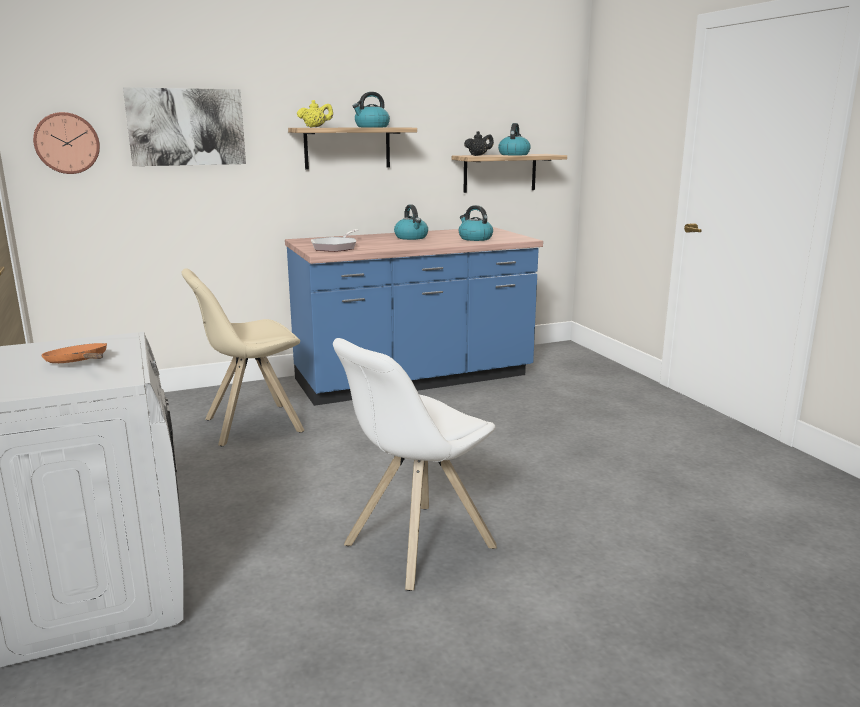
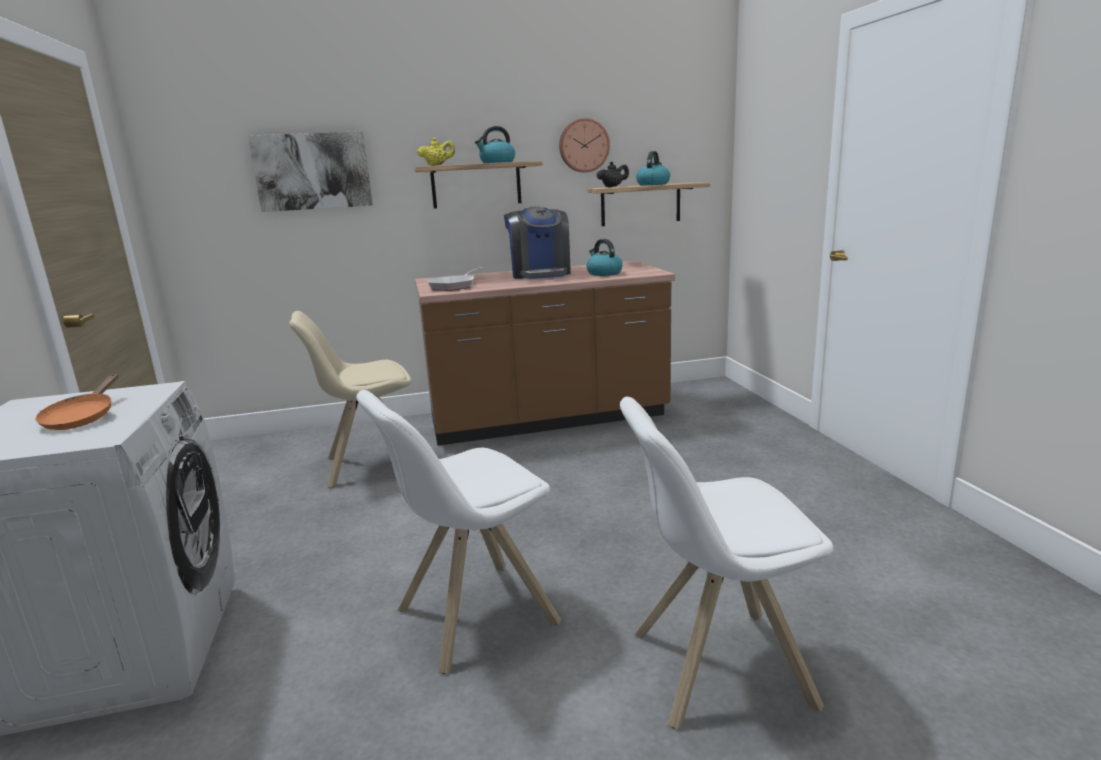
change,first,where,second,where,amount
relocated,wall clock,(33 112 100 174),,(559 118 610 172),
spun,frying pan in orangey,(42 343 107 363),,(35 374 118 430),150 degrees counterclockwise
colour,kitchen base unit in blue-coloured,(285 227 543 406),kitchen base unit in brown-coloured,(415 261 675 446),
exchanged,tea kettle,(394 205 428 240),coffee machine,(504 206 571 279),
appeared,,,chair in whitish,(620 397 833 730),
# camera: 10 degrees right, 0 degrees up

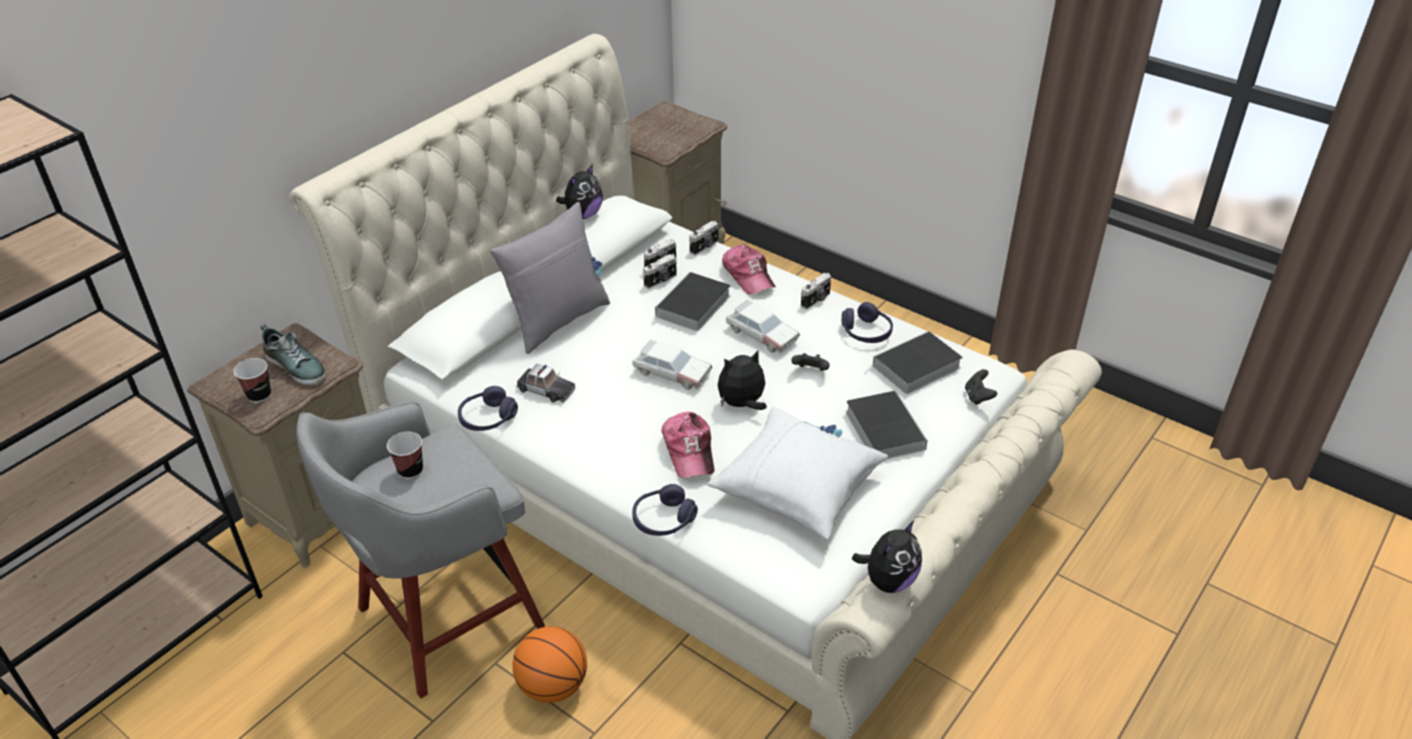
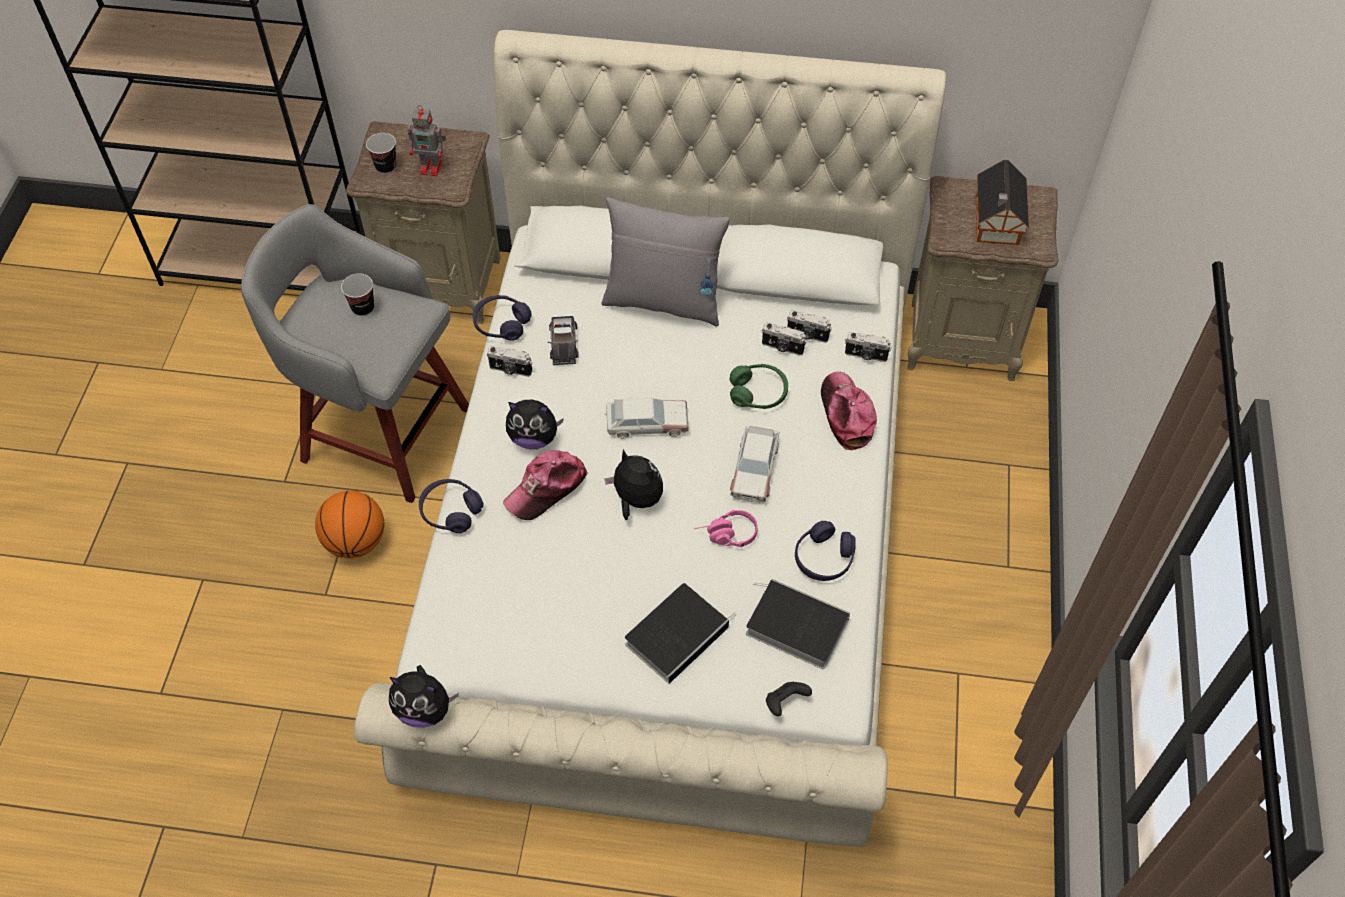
change,first,where,second,where,amount
exchanged,low shoe,(260 324 326 386),model robot,(407 105 446 176),
relocated,cuddly toy,(556 164 603 219),,(506 400 564 449),
spun,miniature car,(633 340 712 390),,(605 398 689 439),90 degrees counterclockwise
exchanged,bound book,(651 272 731 331),headset in green-coloured,(729 364 788 409),
missing,throw pillow in gray,(708 406 888 541),,,
spun,cap,(722 244 775 295),,(821 371 877 450),135 degrees clockwise
exchanged,gamepad in black-coloured,(791 353 830 371),headset in pink,(694 510 758 547),
relocated,still camera,(801 273 831 309),,(487 346 532 377),
appeared,,,toy house,(976 160 1029 245),
# camera: 60 degrees right, 15 degrees up

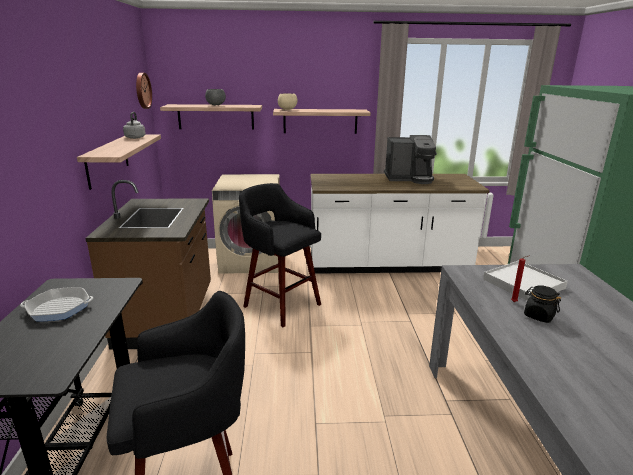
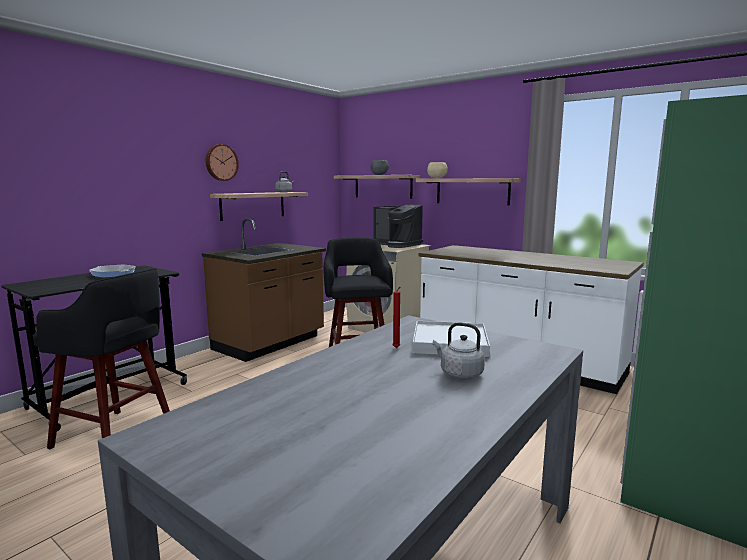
change,first,where,second,where,amount
relocated,wall clock,(136 73 152 109),,(206 144 239 181),
relocated,coffee machine,(384 135 437 184),,(374 204 423 248),
missing,jar in black-coloured,(524 285 561 323),,,
appeared,,,tea kettle in gray,(433 322 485 379),
# camera: 40 degrees right, 10 degrees down

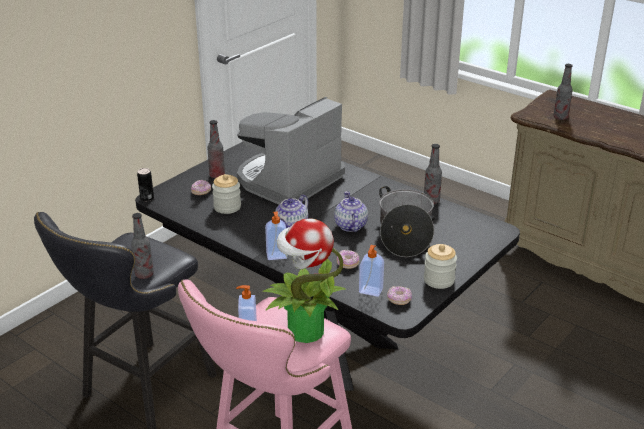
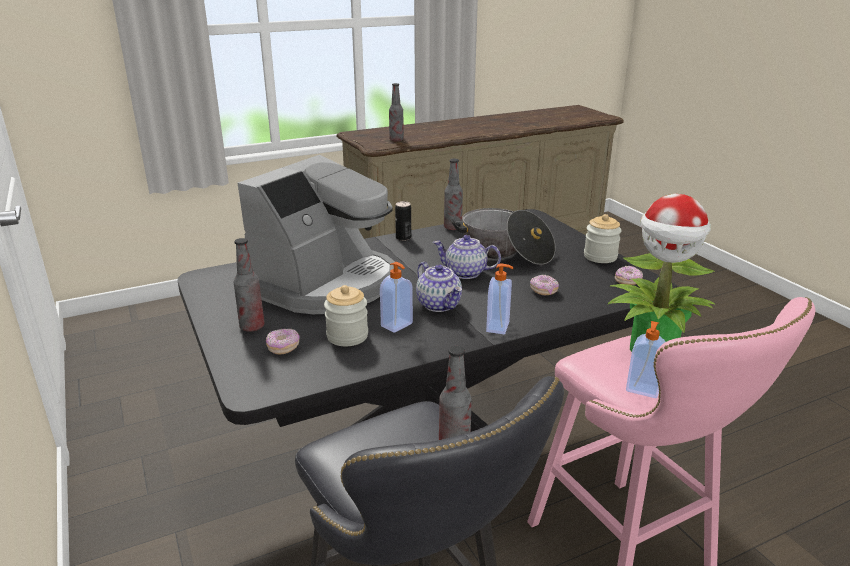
change,first,where,second,where,amount
relocated,metal can,(137 168 154 201),,(395 201 411 241),
spun,coffee machine,(237 97 345 205),,(238 155 395 314),120 degrees counterclockwise
relocated,liquid soap bottle,(359 245 384 297),,(380 262 413 333),
# camera: 65 degrees left, 5 degrees down

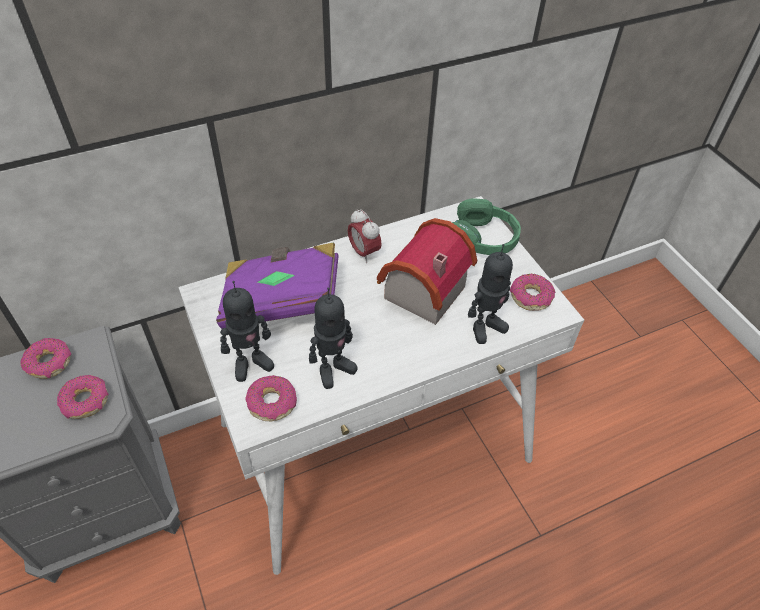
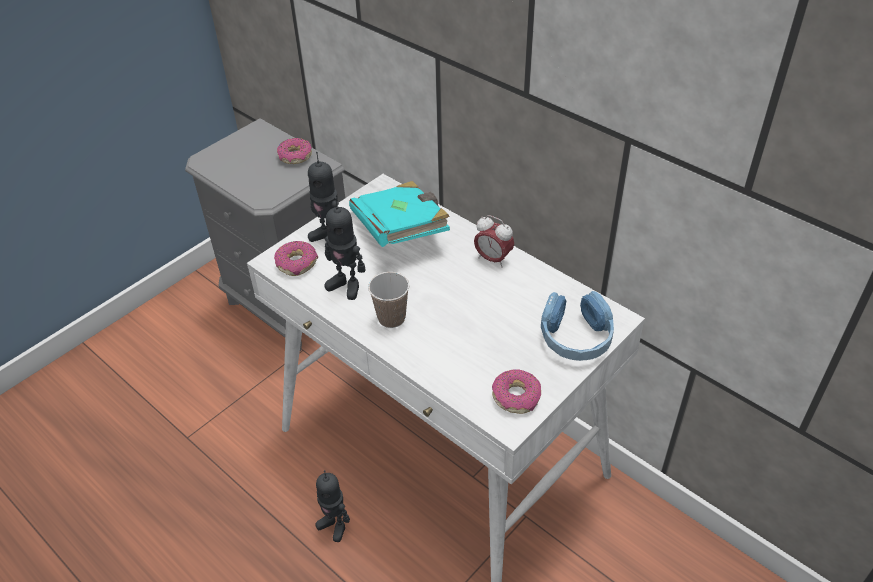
change,first,where,second,where,amount
missing,ring doughnut,(57 375 109 419),,,
colour,bound book in purple-coloured,(216 243 339 329),bound book in turquoise,(349 181 450 247),
spun,alarm clock,(348 209 382 263),,(474 215 514 268),90 degrees counterclockwise
missing,toy house,(377 218 477 325),,,
colour,headset in green-coloured,(452 198 521 255),headset in blue-coloured,(541 291 614 361),
relocated,model robot,(468 244 513 344),,(315 470 350 542),
appeared,,,drinking cup,(368 272 410 328),
# camera: 70 degrees right, 5 degrees down

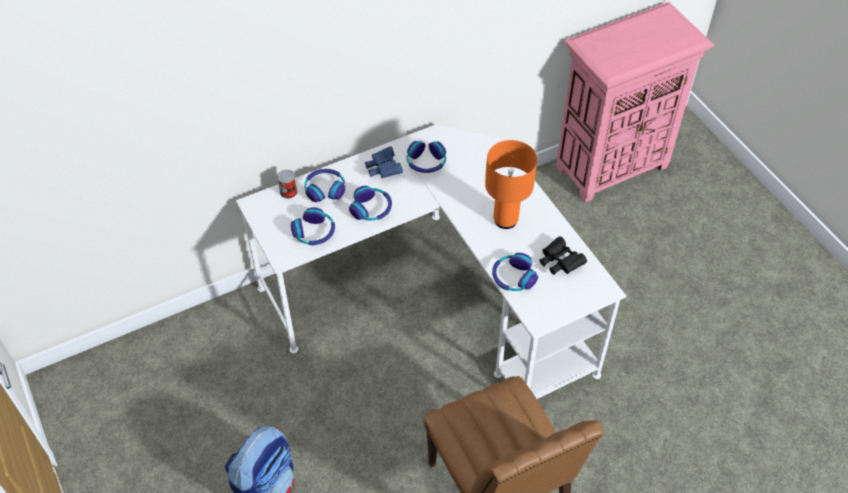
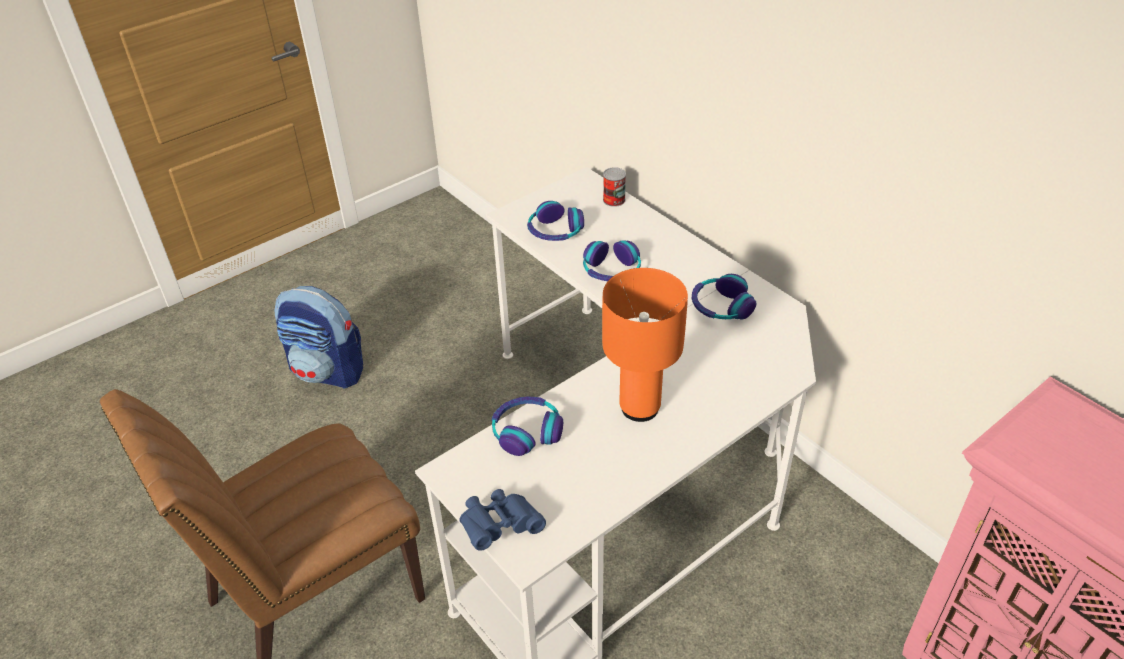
change,first,where,second,where,amount
missing,headset,(304 169 346 202),,,
relocated,pair of binoculars in blue-coloured,(365 146 403 179),,(459 489 546 551),
missing,pair of binoculars in black-coloured,(539 236 587 275),,,
# camera: 80 degrees right, 10 degrees down

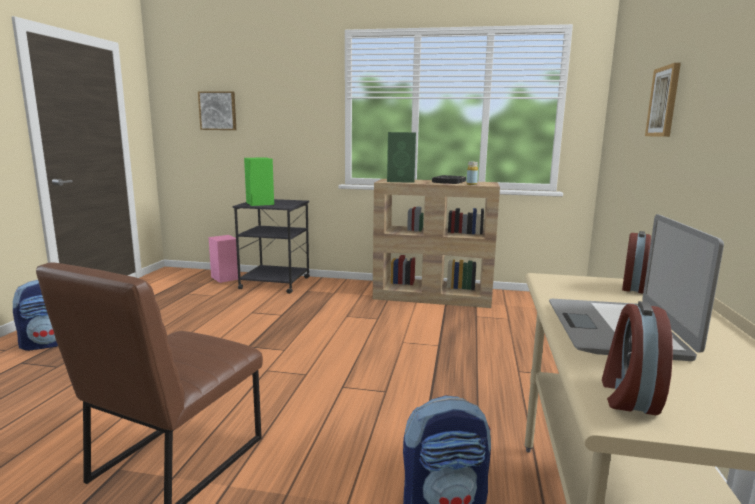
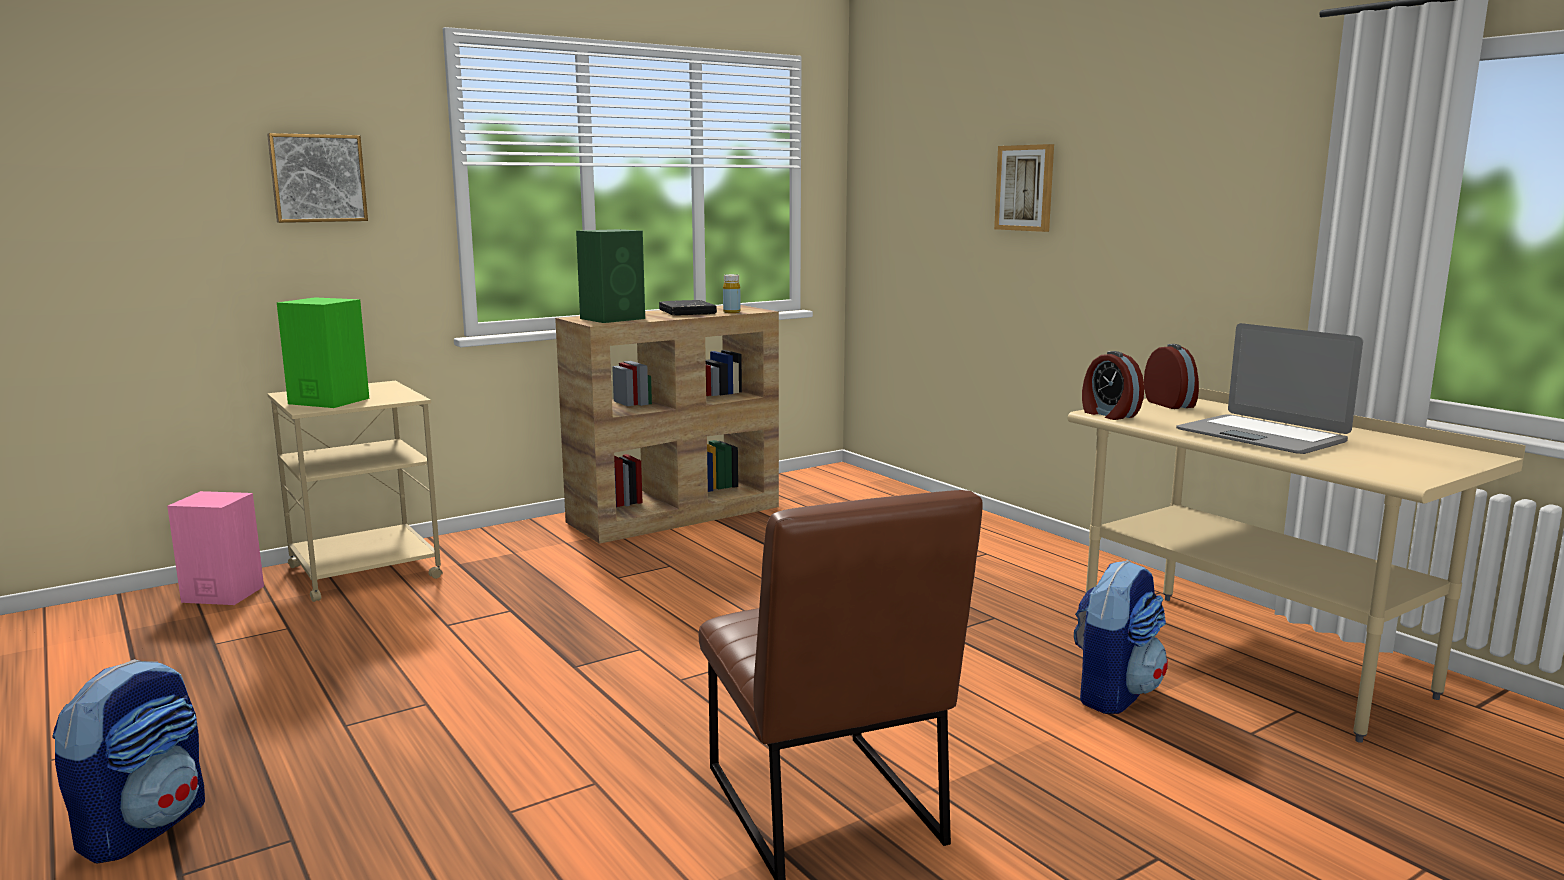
change,first,where,second,where,amount
relocated,wall art,(198 91 236 130),,(267 133 368 223),
colour,wheeled cart in black-coloured,(233 199 310 294),wheeled cart in beige-coloured,(267 381 443 602),
relocated,alarm clock,(602 301 673 415),,(1082 351 1144 420),
# camera: 45 degrees left, 0 degrees up

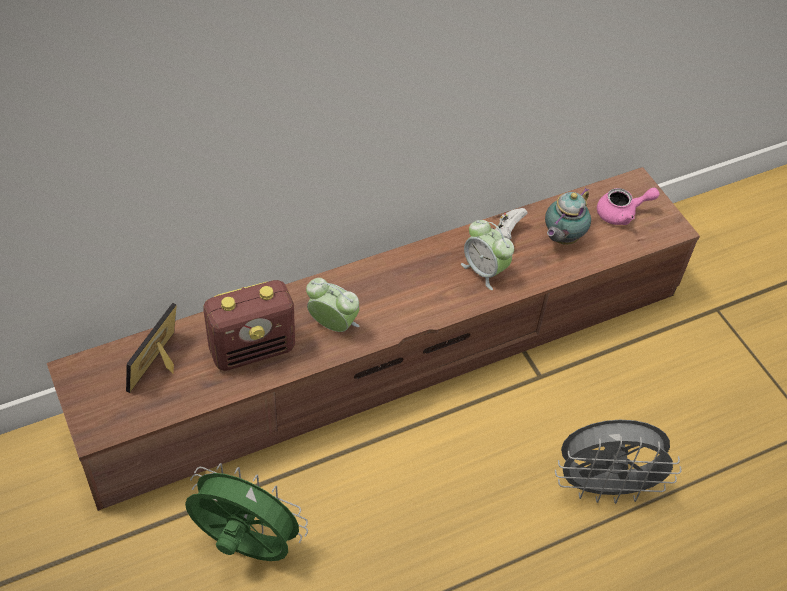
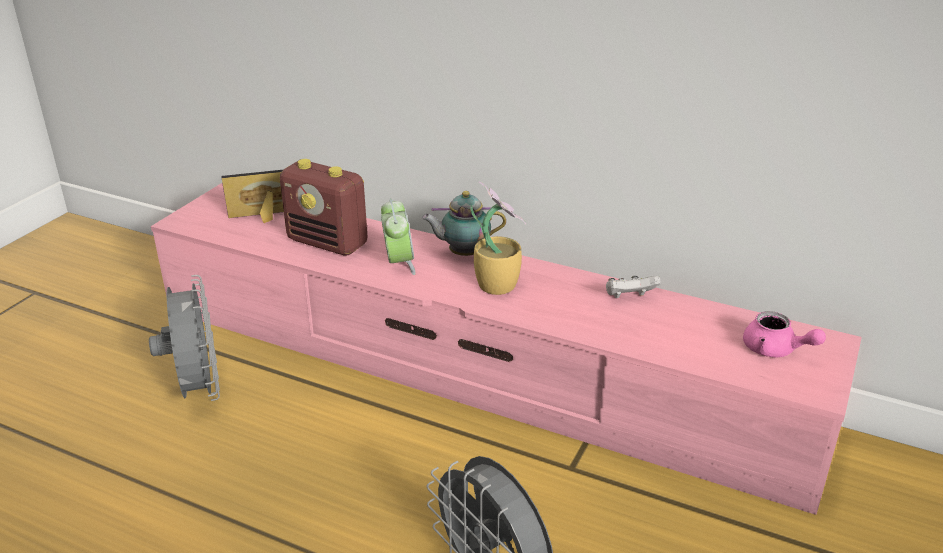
change,first,where,second,where,amount
colour,media console in brown-coloured,(47 167 700 511),media console in pink,(151 183 862 515),
colour,electric fan in green-coloured,(185 463 308 561),electric fan in gray,(149 275 220 401),
missing,alarm clock,(461 220 514 290),,,
relocated,teapot,(545 188 591 245),,(422 191 506 256),
appeared,,,potted plant,(470 182 526 295),
# camera: 55 degrees right, 20 degrees down

